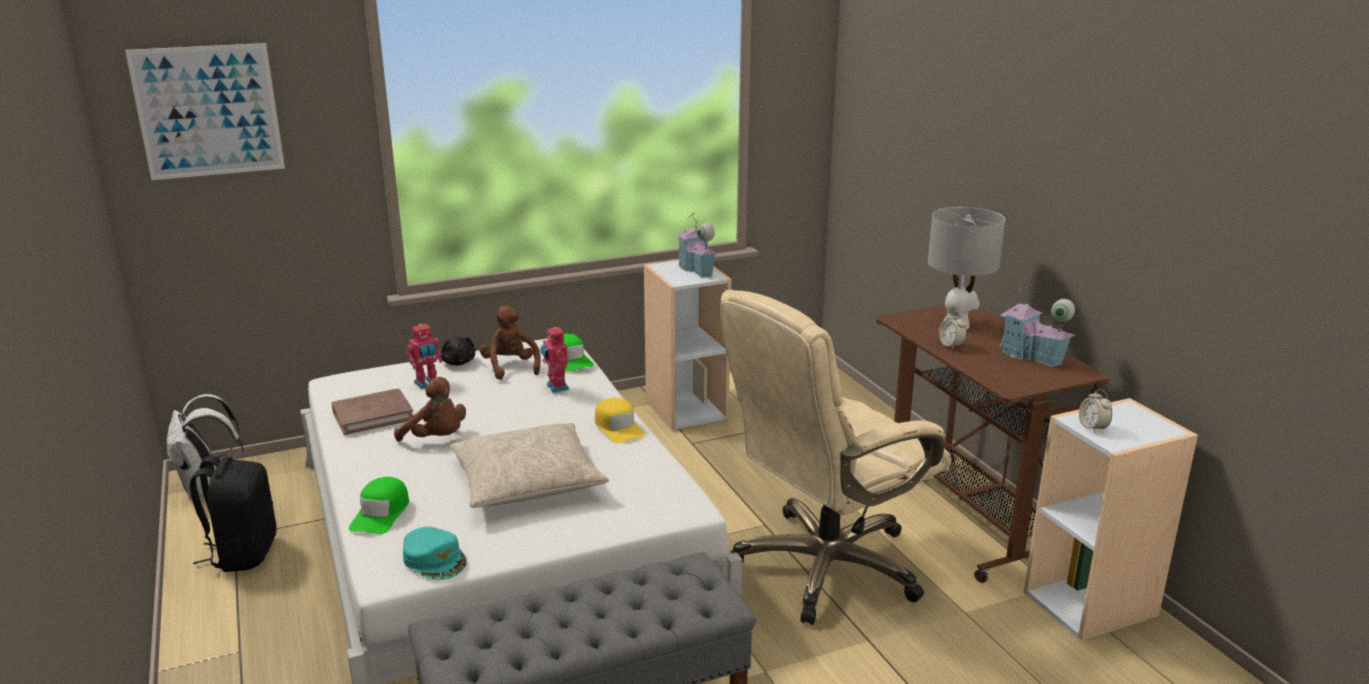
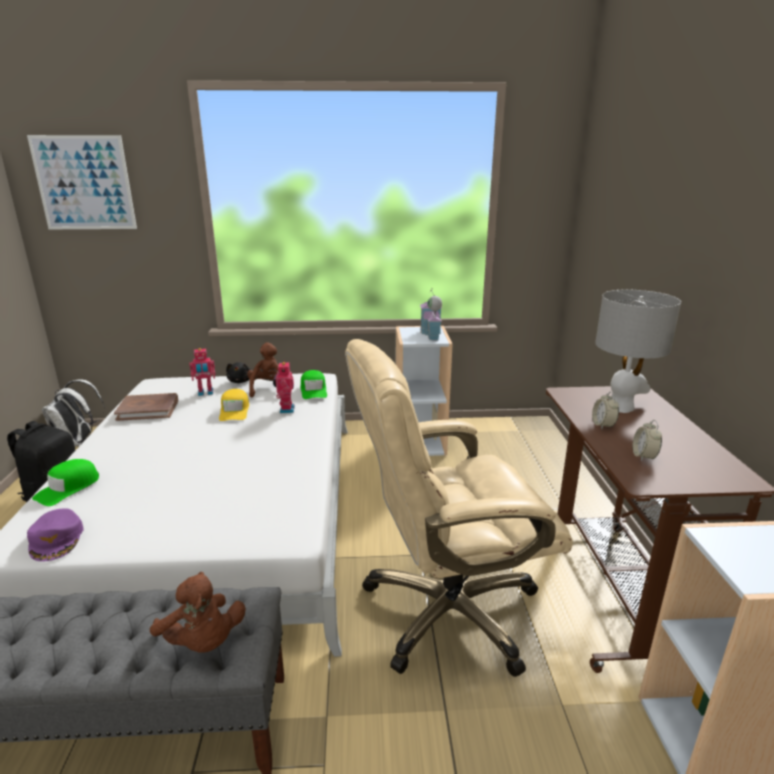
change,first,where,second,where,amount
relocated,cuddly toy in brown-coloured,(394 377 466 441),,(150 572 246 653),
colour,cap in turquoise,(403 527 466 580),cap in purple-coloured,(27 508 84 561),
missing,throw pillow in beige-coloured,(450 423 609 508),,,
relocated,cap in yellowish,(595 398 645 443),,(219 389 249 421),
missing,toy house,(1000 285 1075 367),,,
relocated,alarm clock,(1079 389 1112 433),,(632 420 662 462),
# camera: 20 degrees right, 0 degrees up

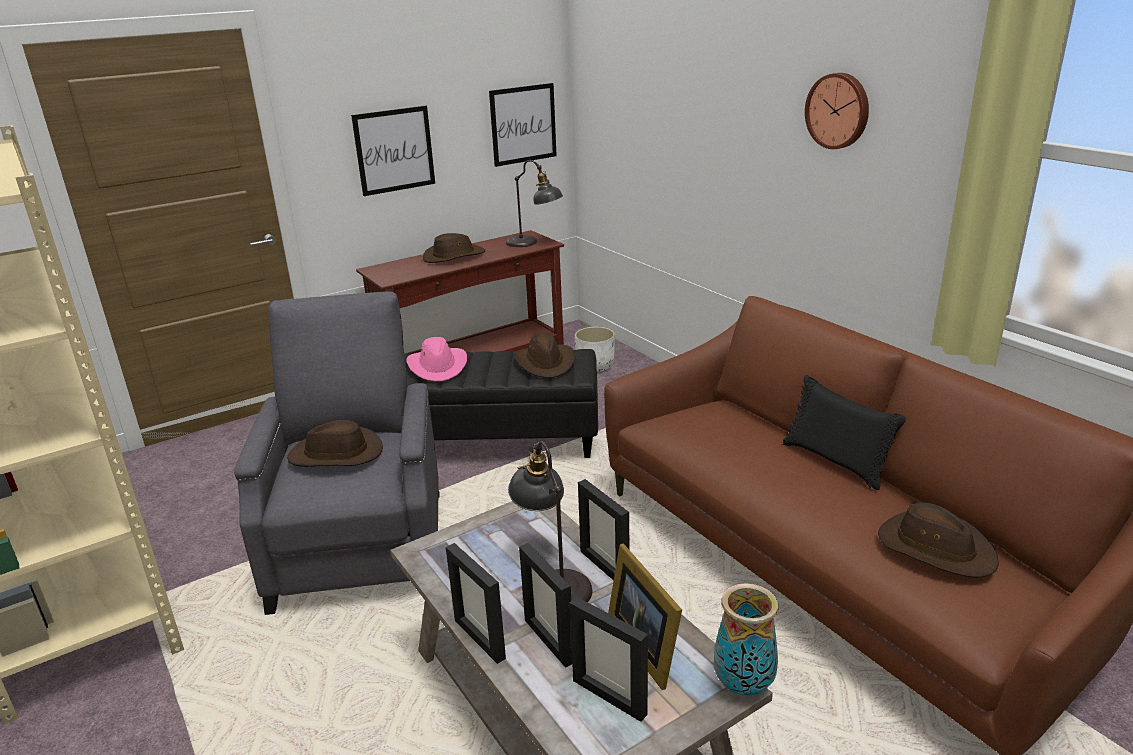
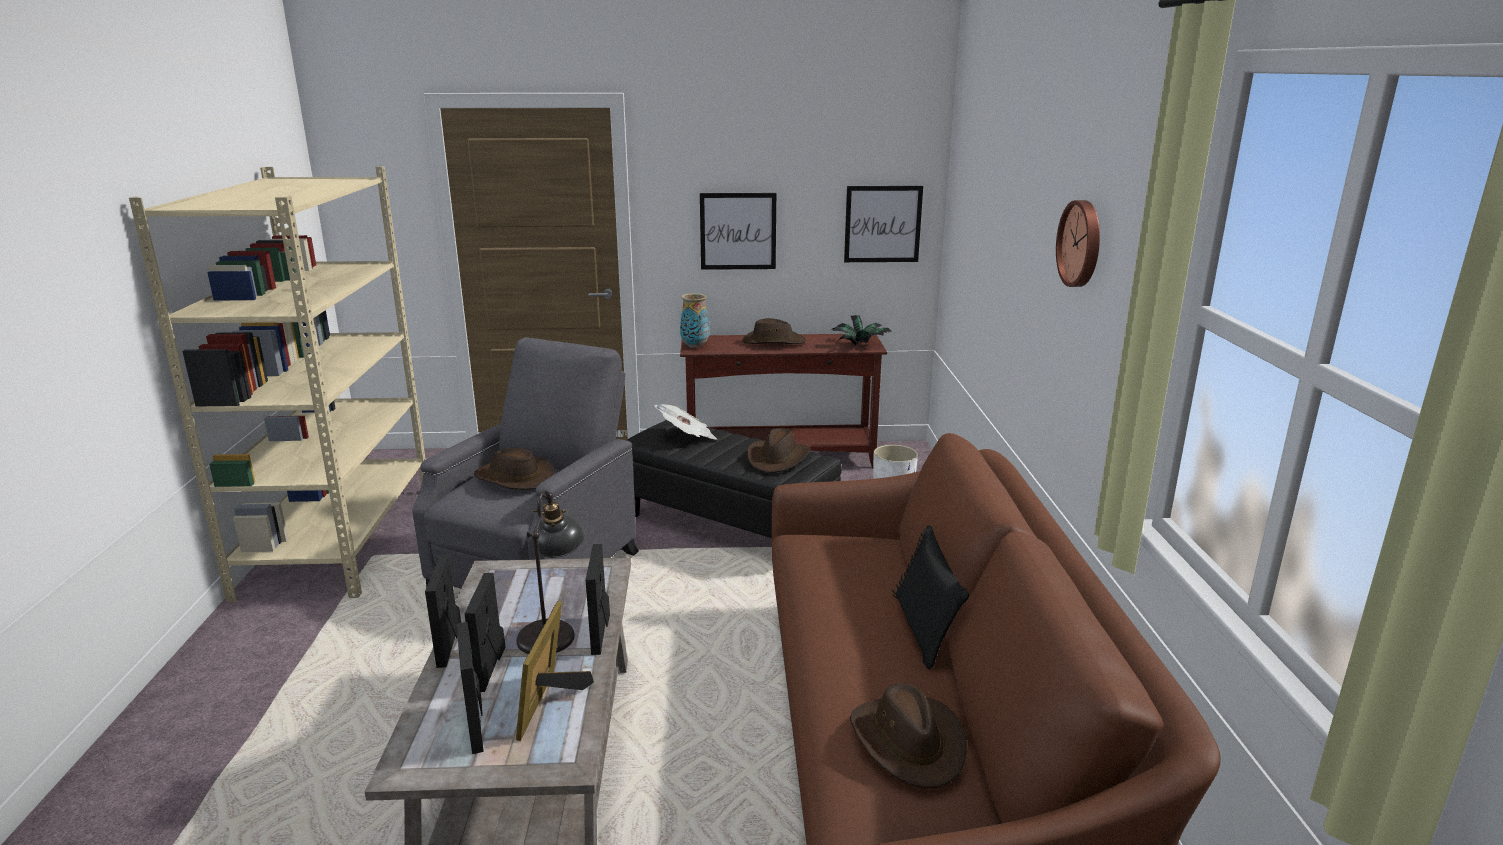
change,first,where,second,where,amount
exchanged,hat in pink,(407 337 467 381),daily paper,(654 404 717 440),
exchanged,table lamp in gray,(506 160 563 247),potted plant,(833 315 892 345),
relocated,decorative vase,(714 583 778 696),,(680 293 710 348),
# camera: 30 degrees right, 5 degrees down

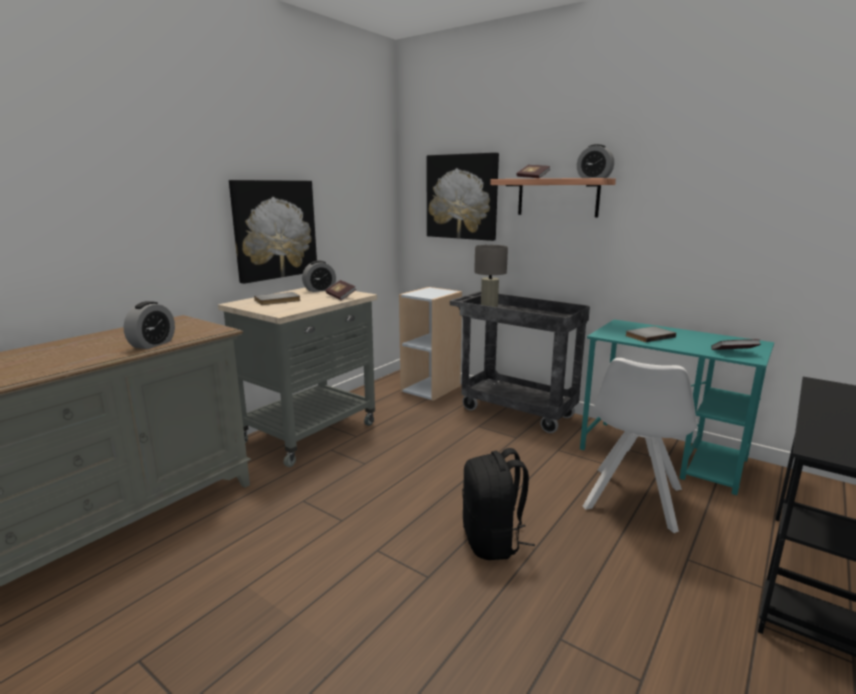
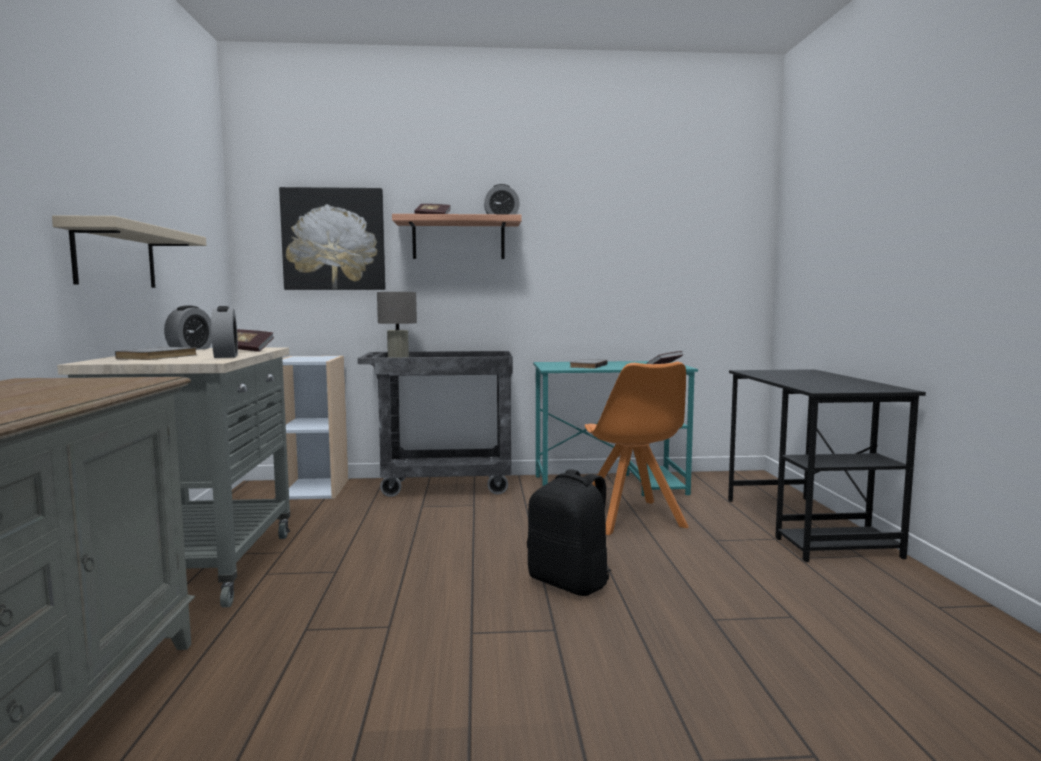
change,first,where,second,where,amount
relocated,alarm clock,(124 301 175 349),,(211 306 238 358),
exchanged,wall art,(229 180 317 284),bracket shelf in beige-coloured,(52 215 206 288),
colour,chair in whitish,(583 358 698 533),chair in orangey,(585 362 689 535),
# camera: 40 degrees left, 10 degrees down

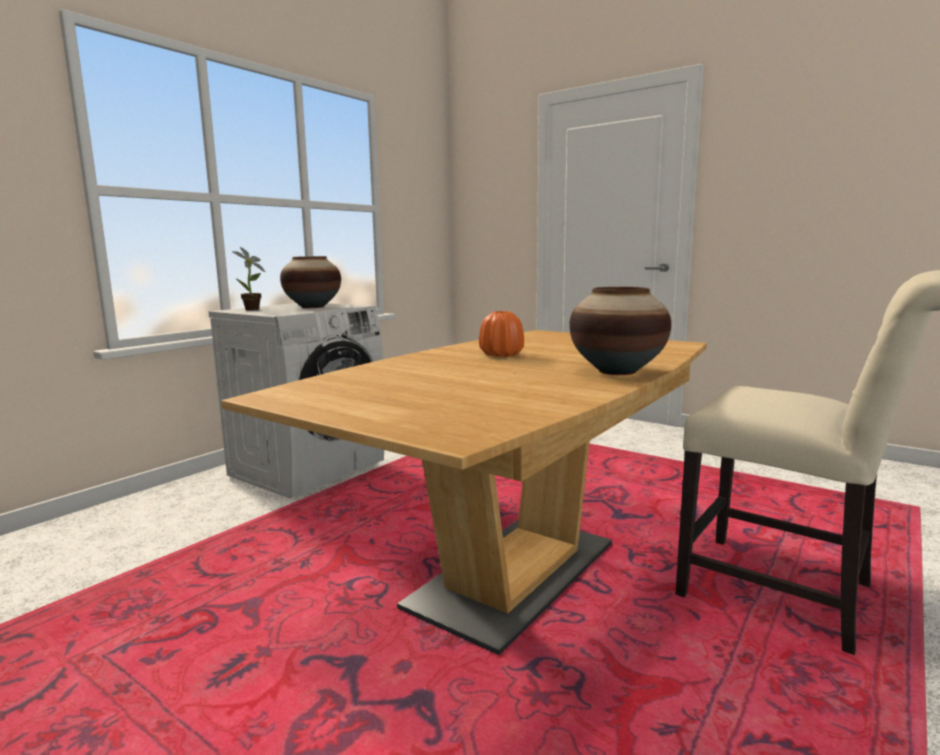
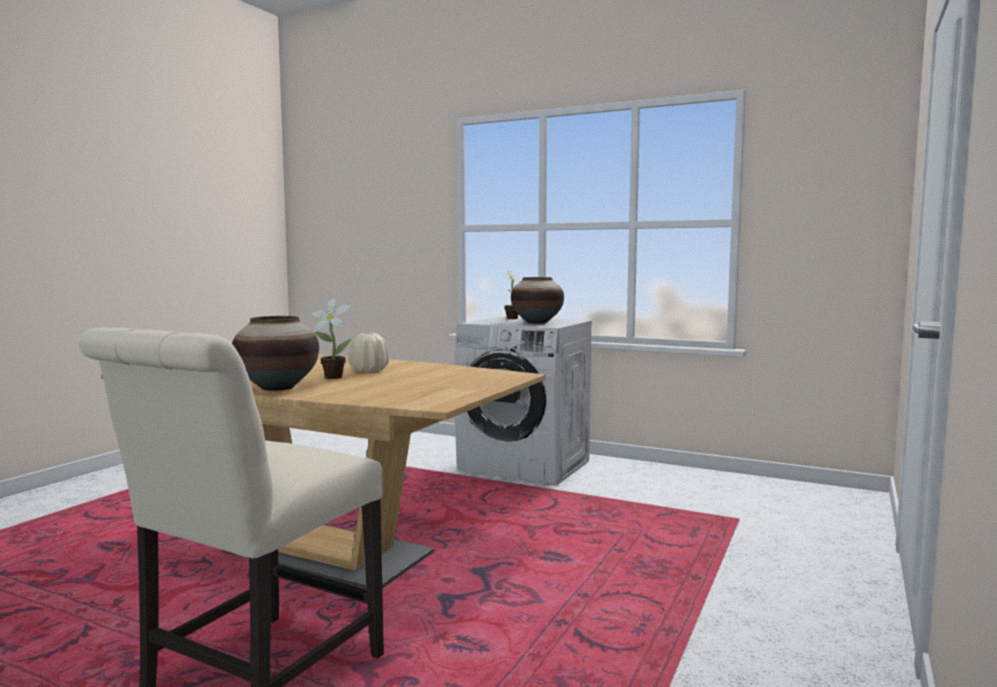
change,first,where,second,where,amount
colour,decorative vase in orangey,(479 311 524 357),decorative vase in beige-coloured,(349 332 389 372),
appeared,,,potted plant,(311 299 352 379),
# camera: 80 degrees right, 5 degrees down

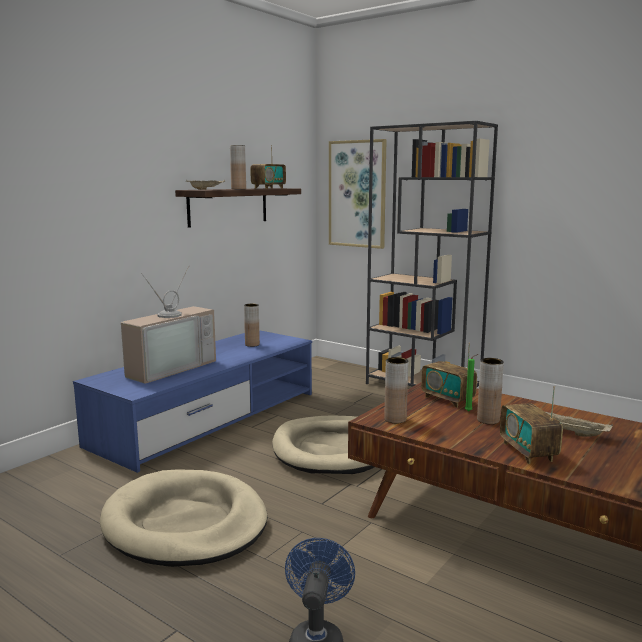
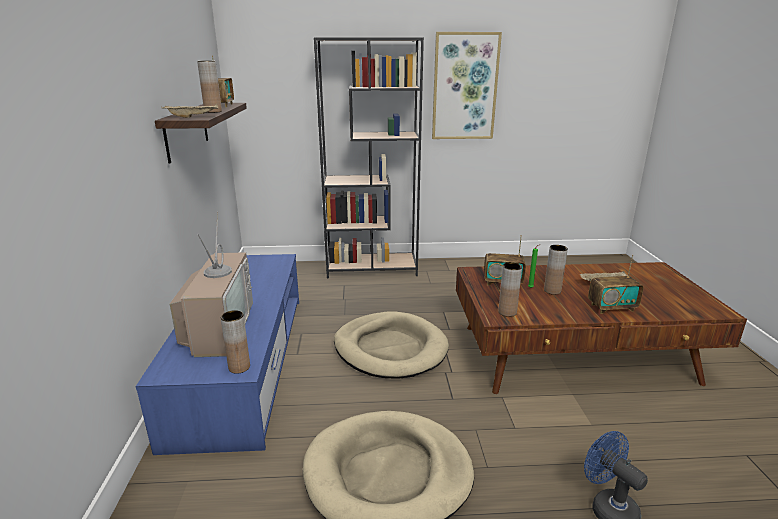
change,first,where,second,where,amount
relocated,decorative vase in brown-coloured,(244 304 260 347),,(221 310 250 374),
relocated,wall art,(329 139 387 249),,(432 32 502 139),
spun,radio set,(500 386 563 464),,(588 255 644 314),45 degrees counterclockwise
# camera: 40 degrees left, 10 degrees up

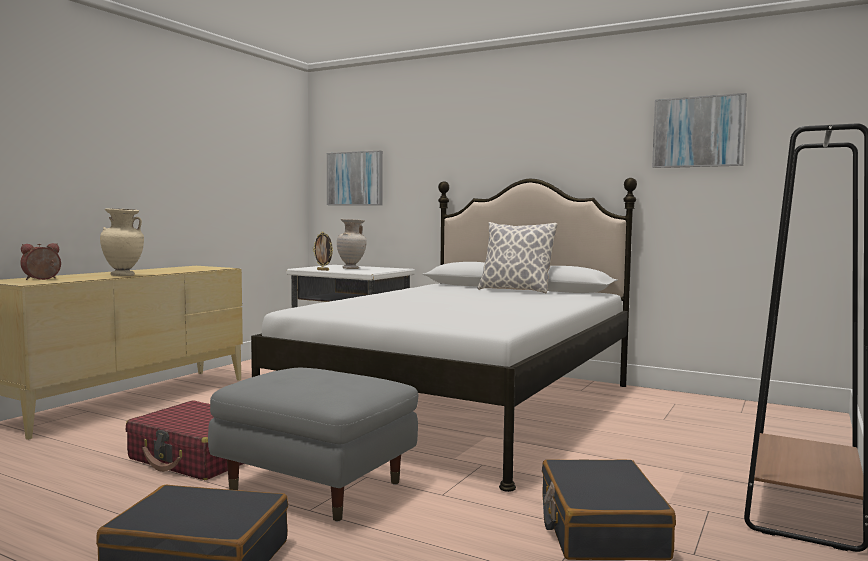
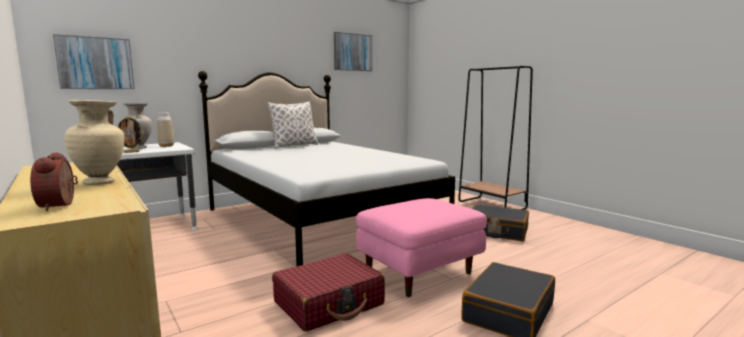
change,first,where,second,where,amount
colour,ottoman in gray,(208 368 418 522),ottoman in pink,(356 198 487 297),
appeared,,,decorative vase,(157 113 174 147),
# camera: 65 degrees left, 5 degrees up

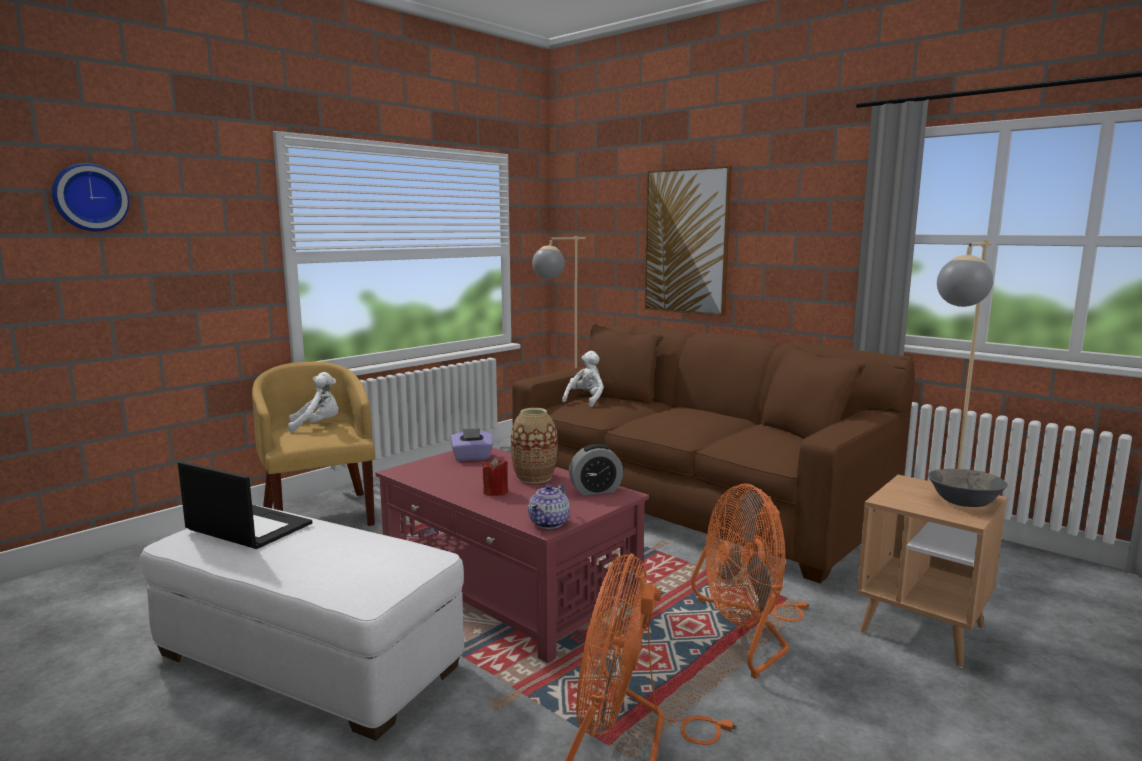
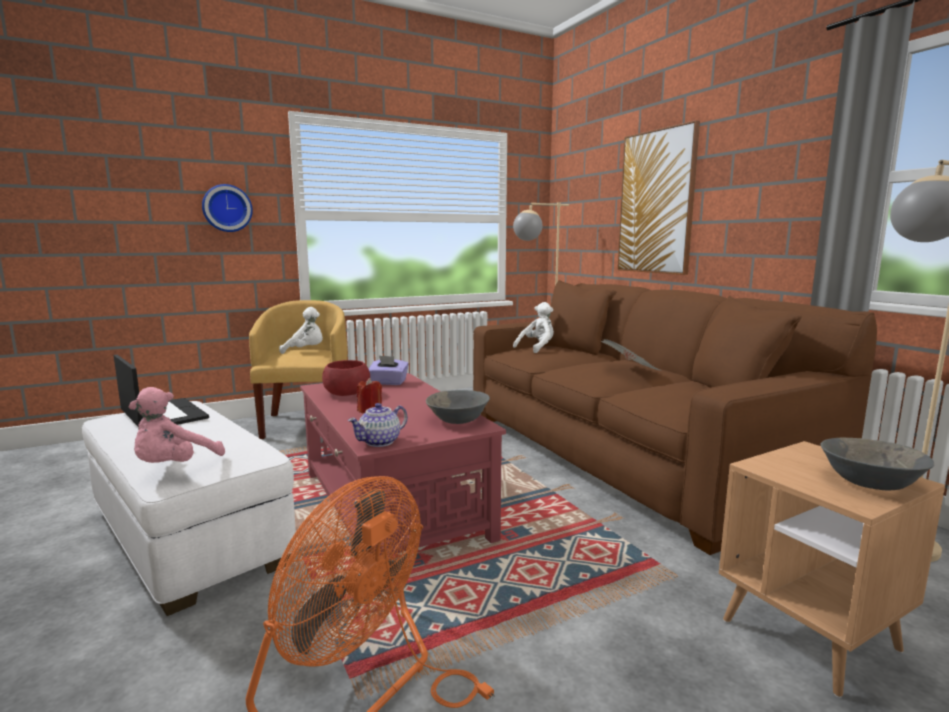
change,first,where,second,where,amount
relocated,wall clock,(52 163 129 231),,(202 184 253 232),
missing,decorative vase,(511 408 558 484),,,
exchanged,alarm clock,(569 444 623 496),bowl in gray,(426 390 490 424),
missing,electric fan in orangey,(691 484 810 679),,,
appeared,,,cuddly toy in pink,(129 387 225 463),
appeared,,,bowl in red-coloured,(322 360 370 396),
appeared,,,daily paper,(601 339 660 370),
# camera: 20 degrees right, 0 degrees up

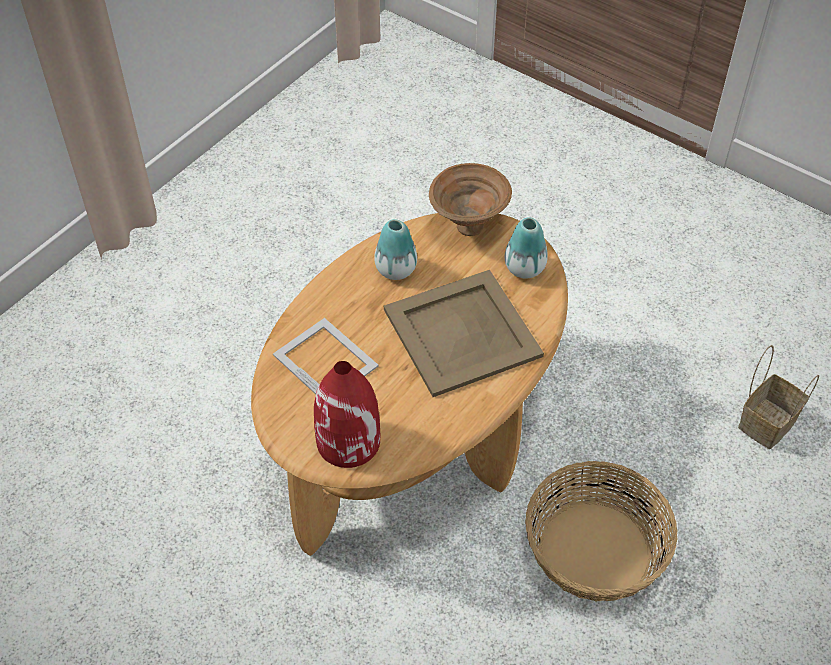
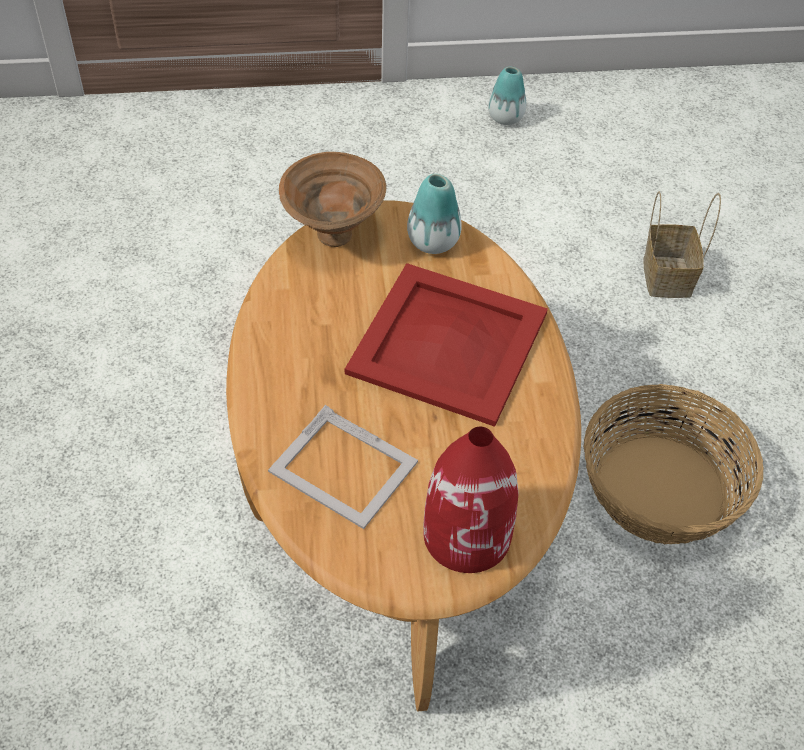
change,first,where,second,where,amount
spun,photo frame,(273 318 379 394),,(268 405 418 529),150 degrees counterclockwise
relocated,decorative vase,(374 219 417 280),,(488 67 526 125),
colour,tray in beige-coloured,(384 270 544 397),tray in red-coloured,(345 263 548 427),
# camera: 45 degrees left, 0 degrees up

